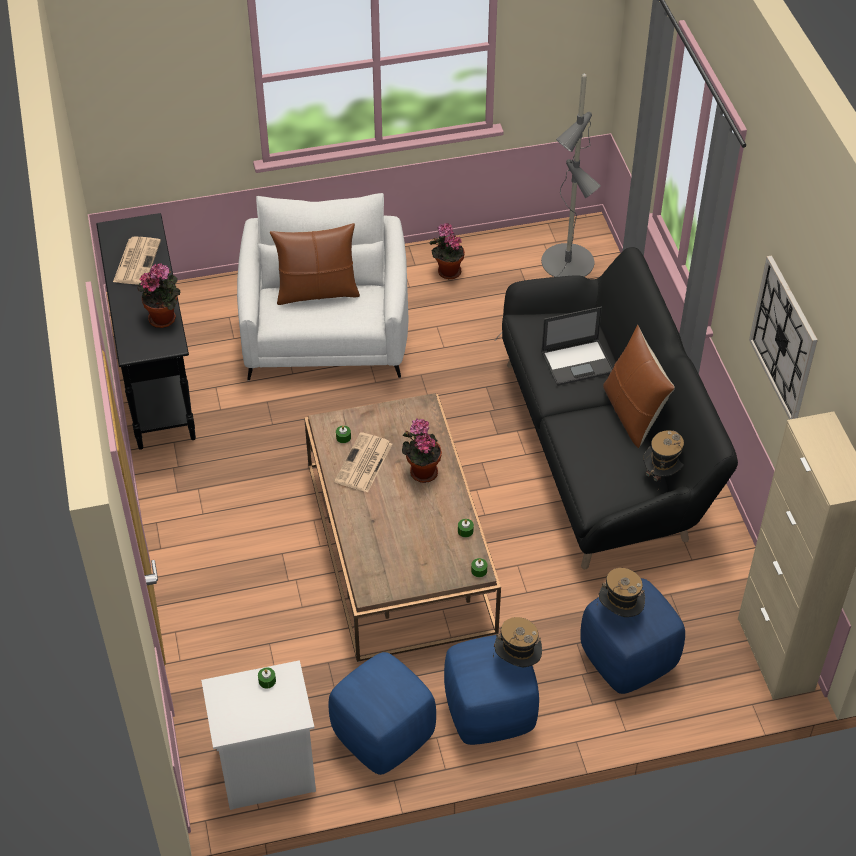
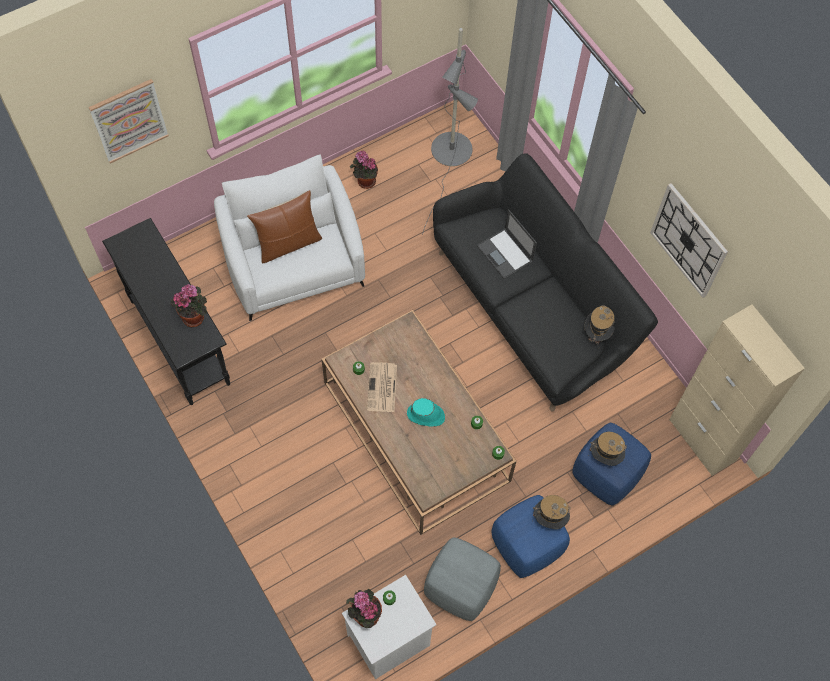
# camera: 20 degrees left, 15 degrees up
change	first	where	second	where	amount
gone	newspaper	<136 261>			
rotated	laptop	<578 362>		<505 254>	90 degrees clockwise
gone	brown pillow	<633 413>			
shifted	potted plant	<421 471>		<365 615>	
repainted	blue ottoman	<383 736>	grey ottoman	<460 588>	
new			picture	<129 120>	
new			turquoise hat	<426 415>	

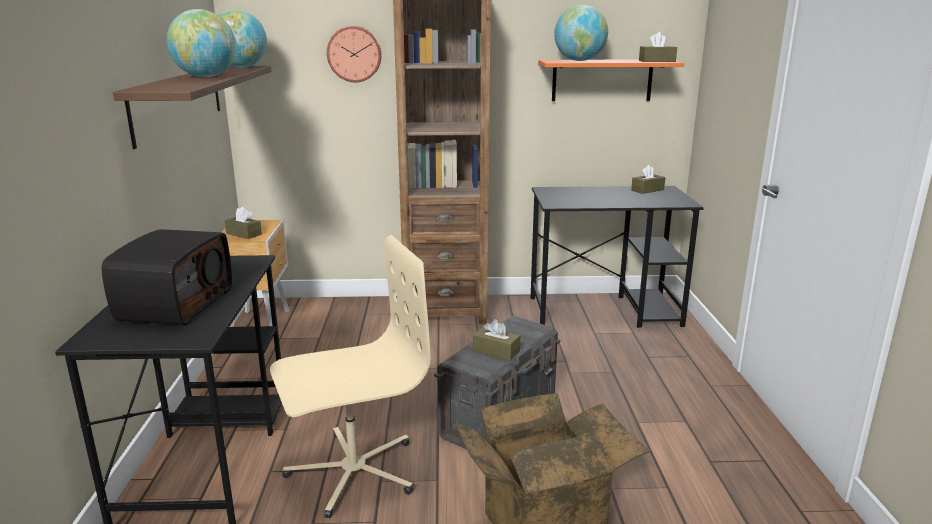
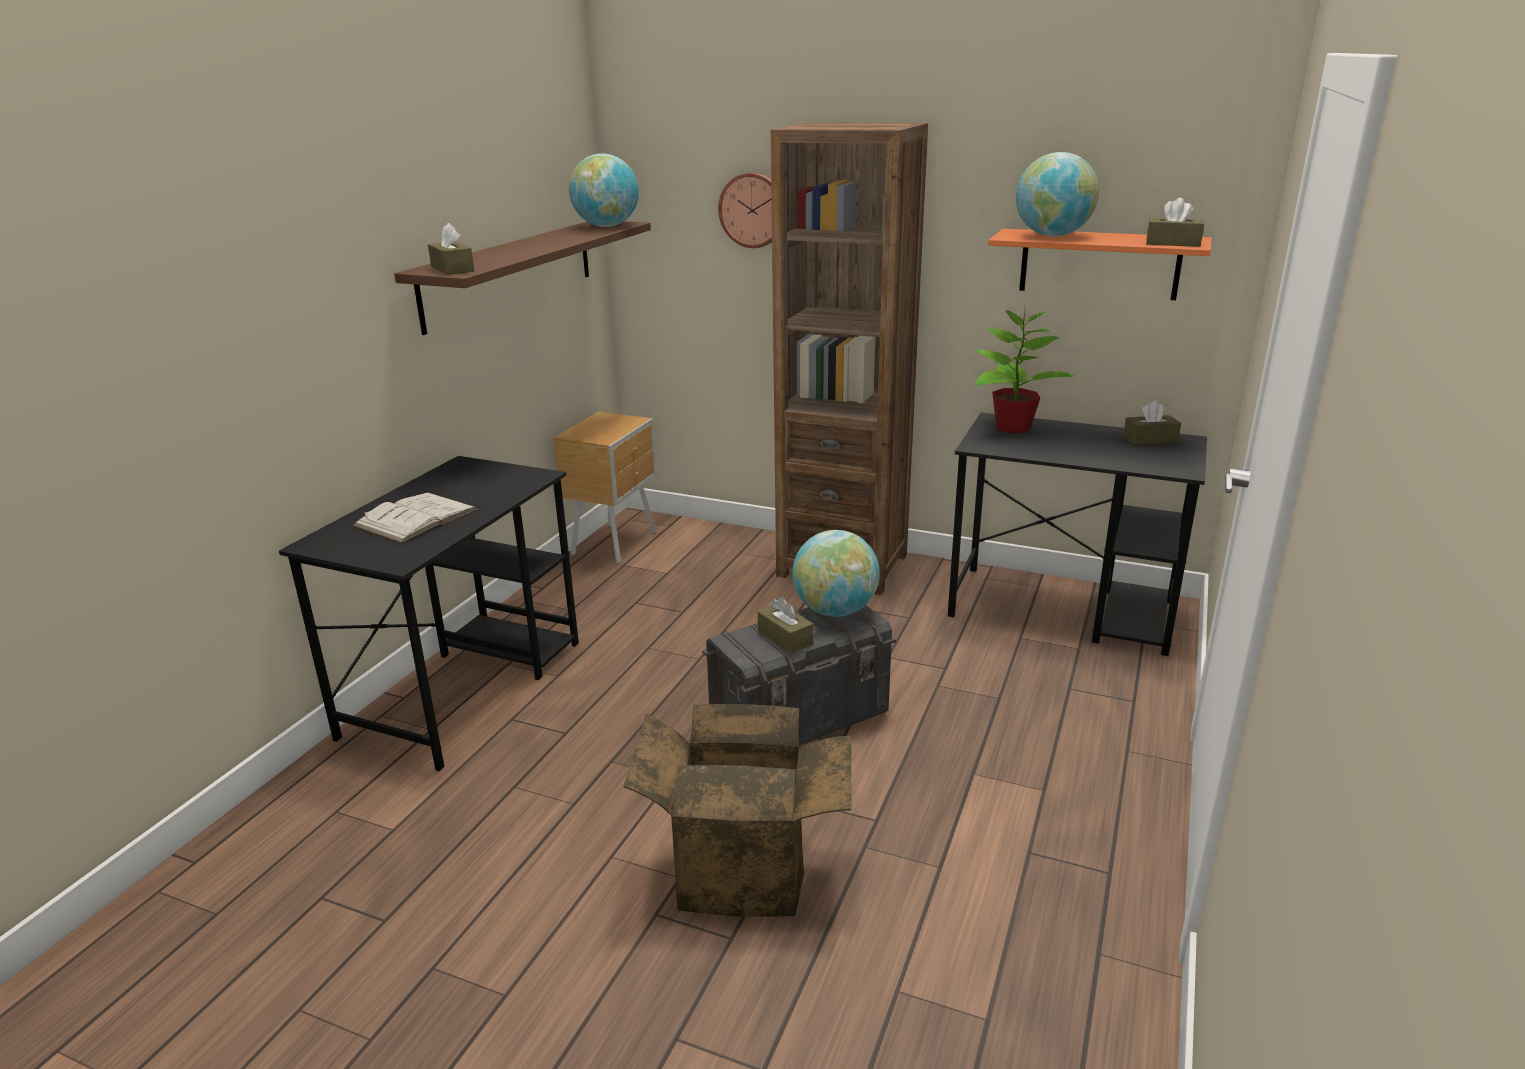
# camera: 25 degrees right, 5 degrees up
change	first	where	second	where	amount
shifted	globe	<206 77>		<835 610>	
shifted	brown tissue box	<244 234>		<452 269>	
swapped	radio	<175 304>	white book	<416 518>	
gone	beige office chair	<352 471>			
new			potted plant	<1011 427>	

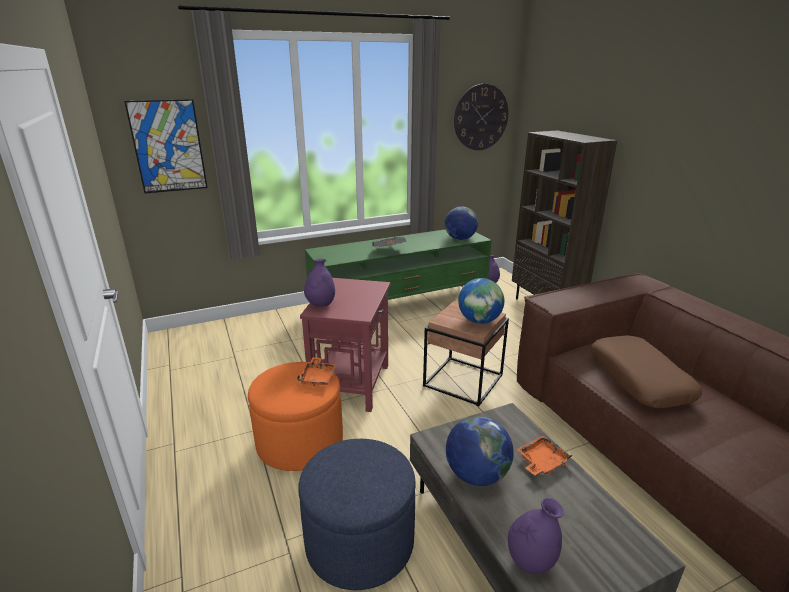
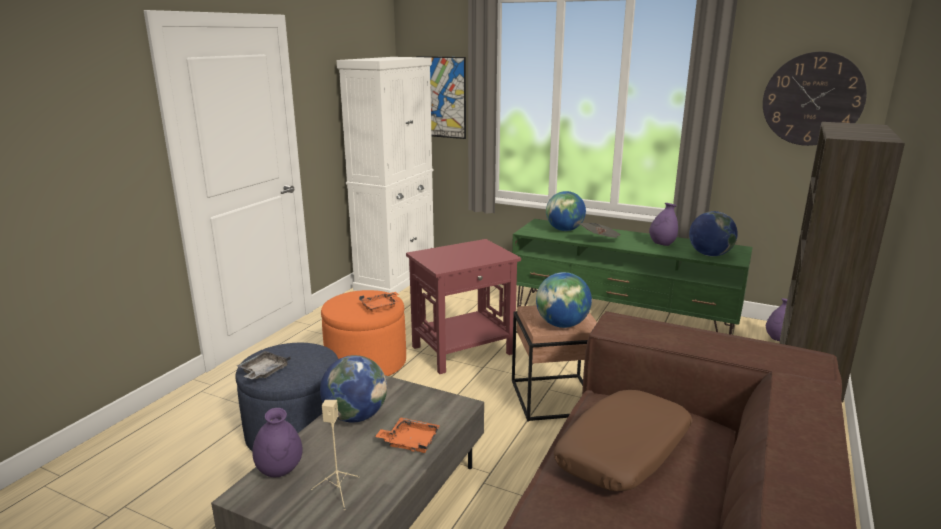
# camera: 50 degrees right, 5 degrees down
change	first	where	second	where	amount
shifted	purple vase	<321 304>		<662 244>	
new			white cabinet	<396 278>	
new			globe	<564 230>	
new			grey tray	<263 372>	
new			beige speaker	<338 491>	

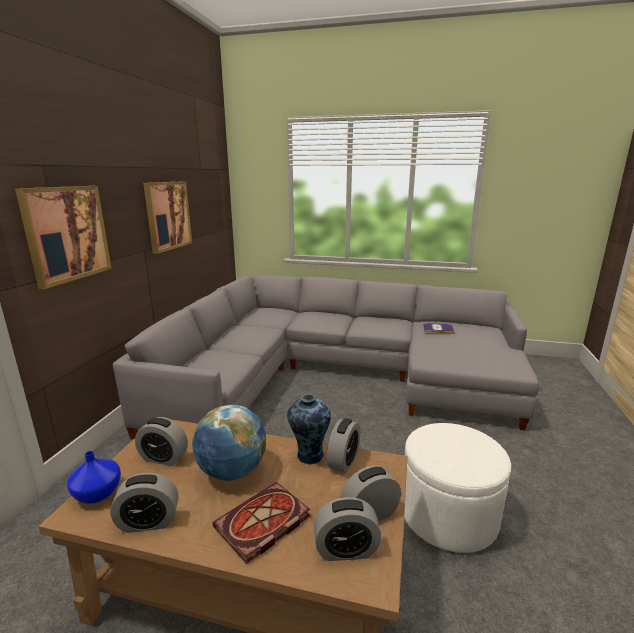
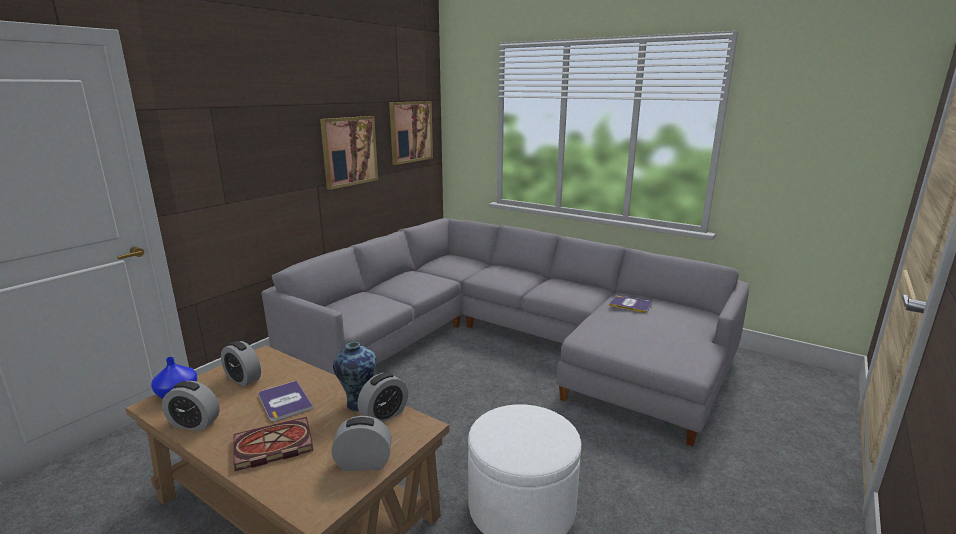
# camera: 20 degrees right, 0 degrees up
change	first	where	second	where	amount
shifted	picture	<67 234>		<410 132>	
swapped	globe	<232 471>	book	<285 401>	
gone	alarm clock	<346 550>			

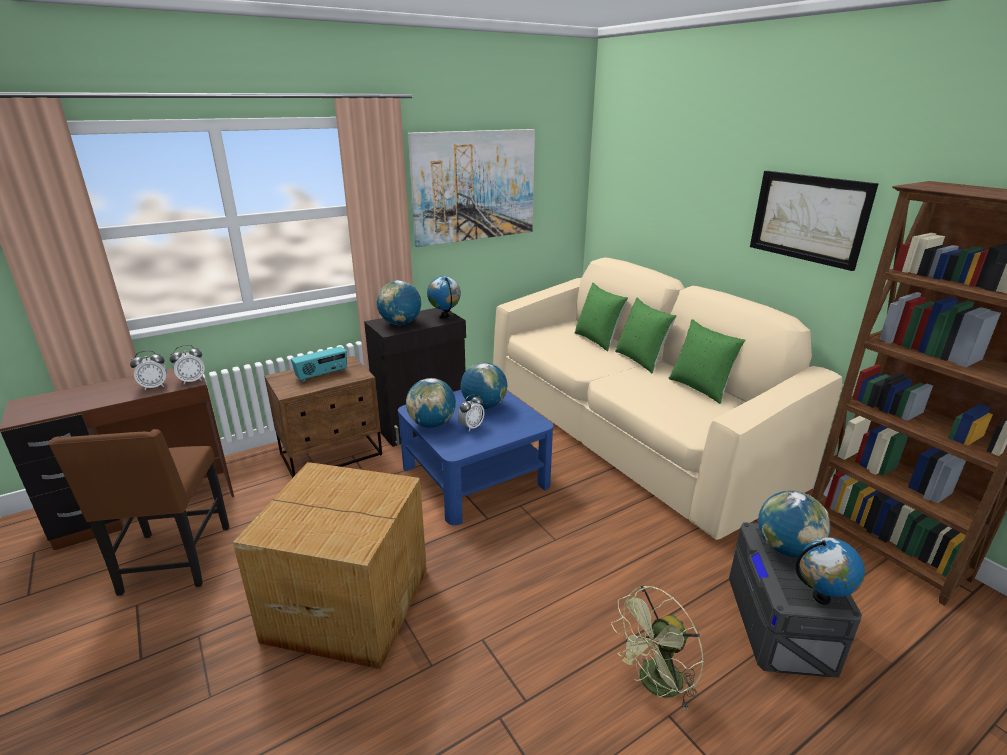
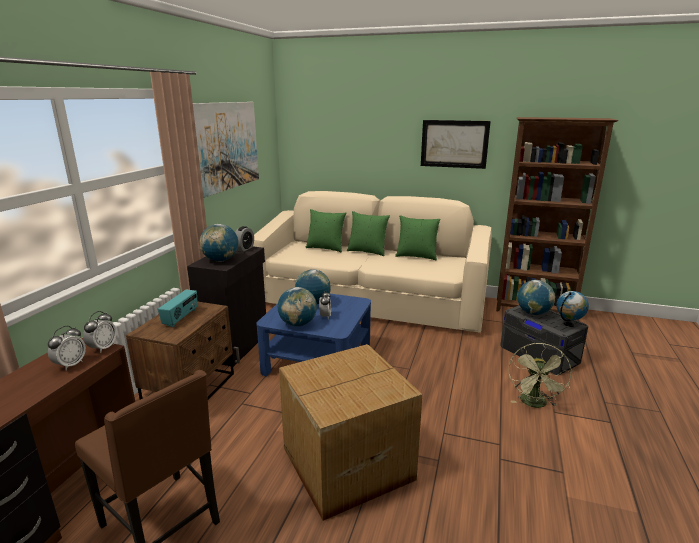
# camera: 40 degrees left, 5 degrees down
change	first	where	second	where	amount
swapped	globe	<445 316>	alarm clock	<244 248>	

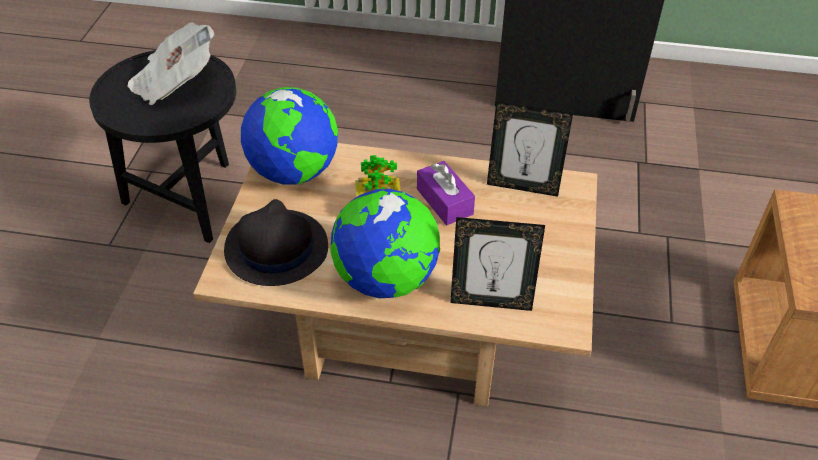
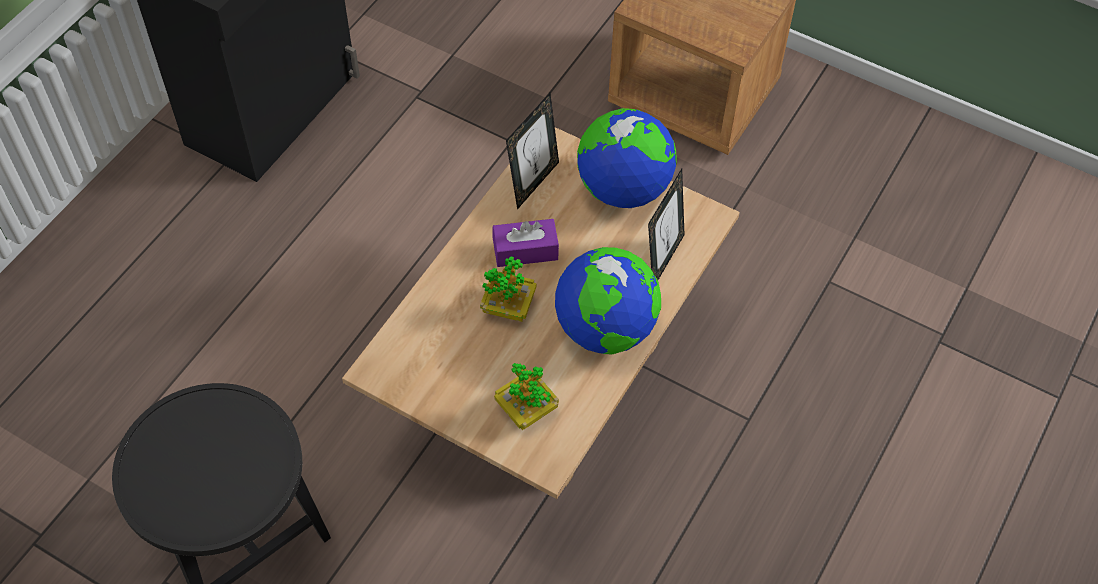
# camera: 70 degrees left, 10 degrees up
change	first	where	second	where	amount
gone	newspaper	<175 83>			
shifted	globe	<294 172>		<623 189>	
swapped	black hat	<275 248>	potted plant	<526 409>	

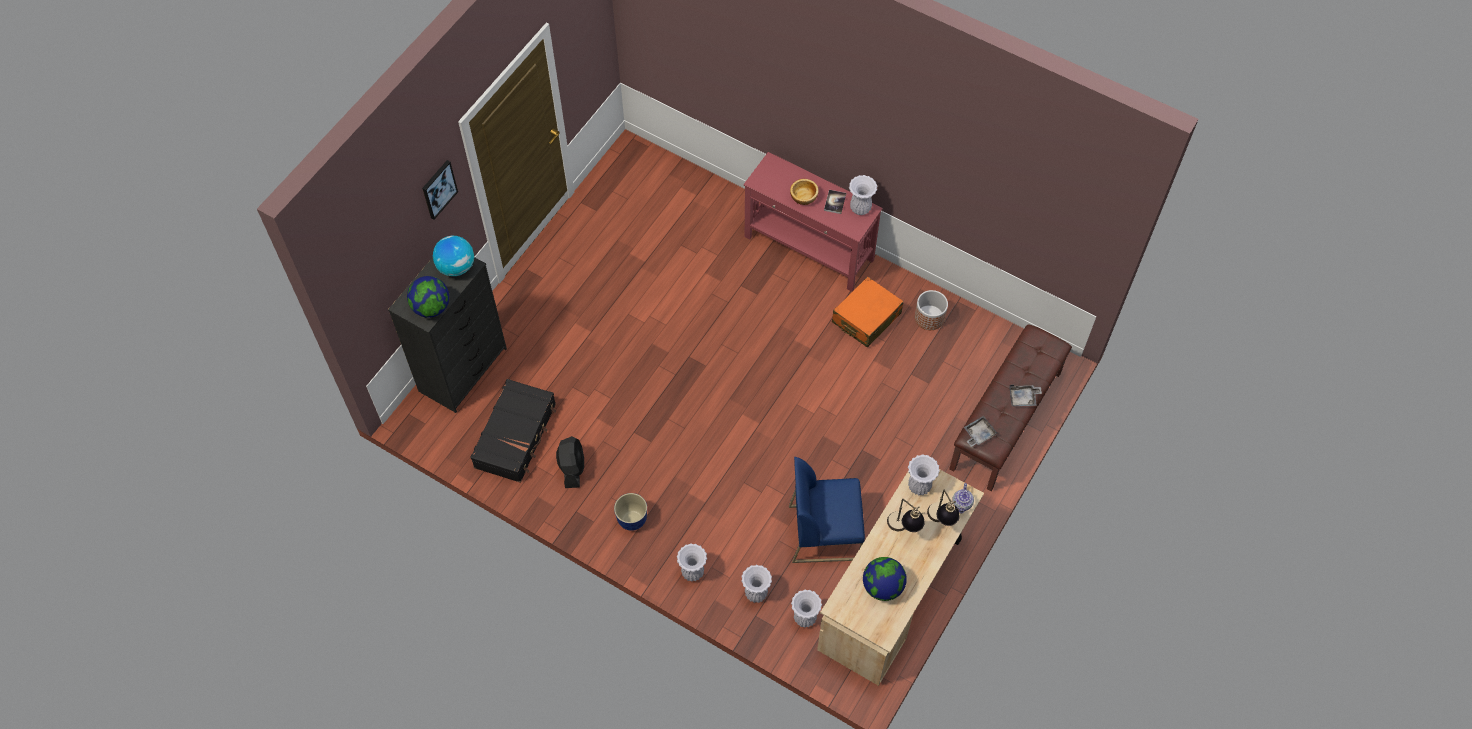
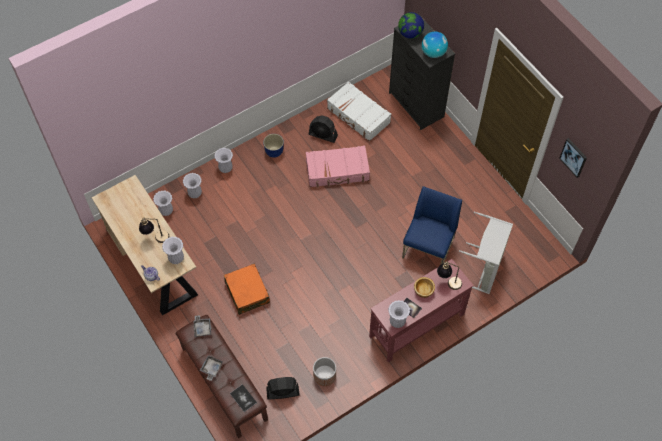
# camera: 115 degrees right, 0 degrees up
change	first	where	second	where	amount
shifted	picture	<438 189>		<573 157>	
shifted	orange suitcase	<866 318>		<247 292>	
repainted	black suitcase	<516 436>	white suitcase	<358 116>	
shifted	blue chair	<824 532>		<428 247>	
shifted	table lamp	<941 521>		<448 282>	
gone	globe	<883 586>			
new			pink suitcase	<337 171>	
new			grey laundry basket	<483 270>	
new			black fan	<282 392>	
new			book	<243 398>	

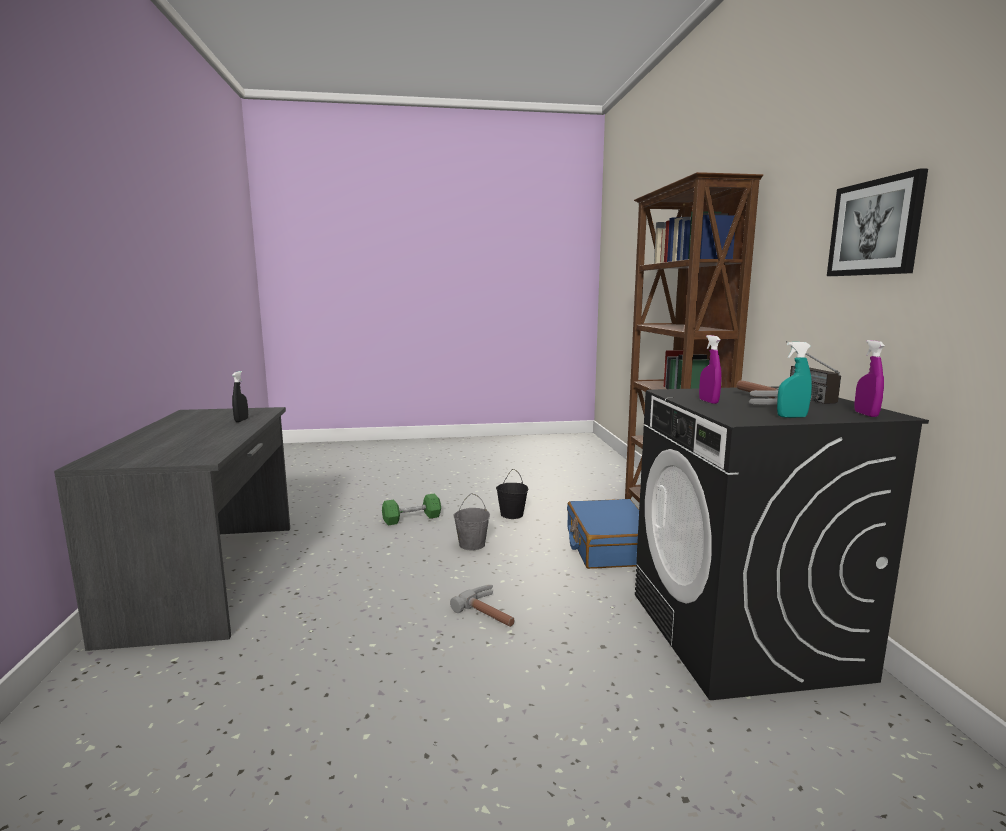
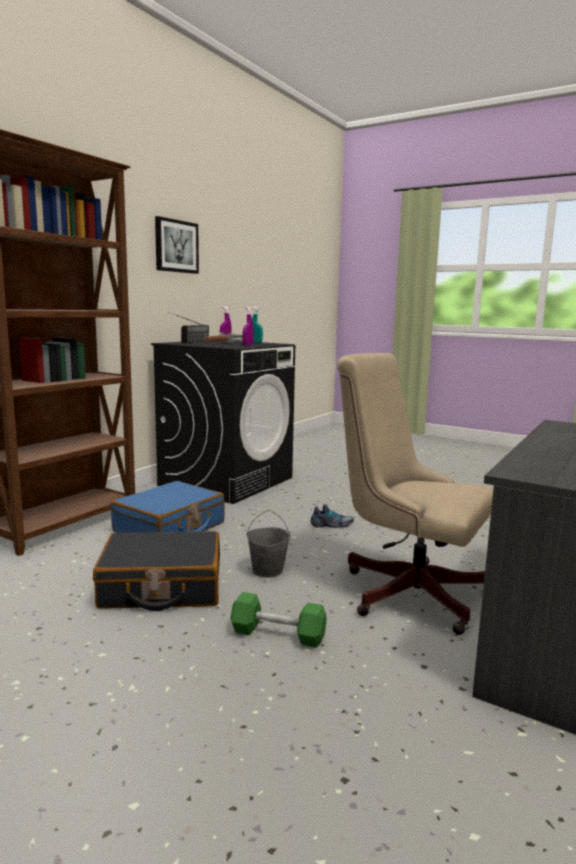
# camera: 140 degrees left, 0 degrees up
change	first	where	second	where	amount
gone	black spray bottle	<241 420>			
swapped	black bucket	<512 515>	black suitcase	<161 587>	
swapped	hammer	<491 612>	shoe	<332 525>	
new			beige office chair	<406 590>	

